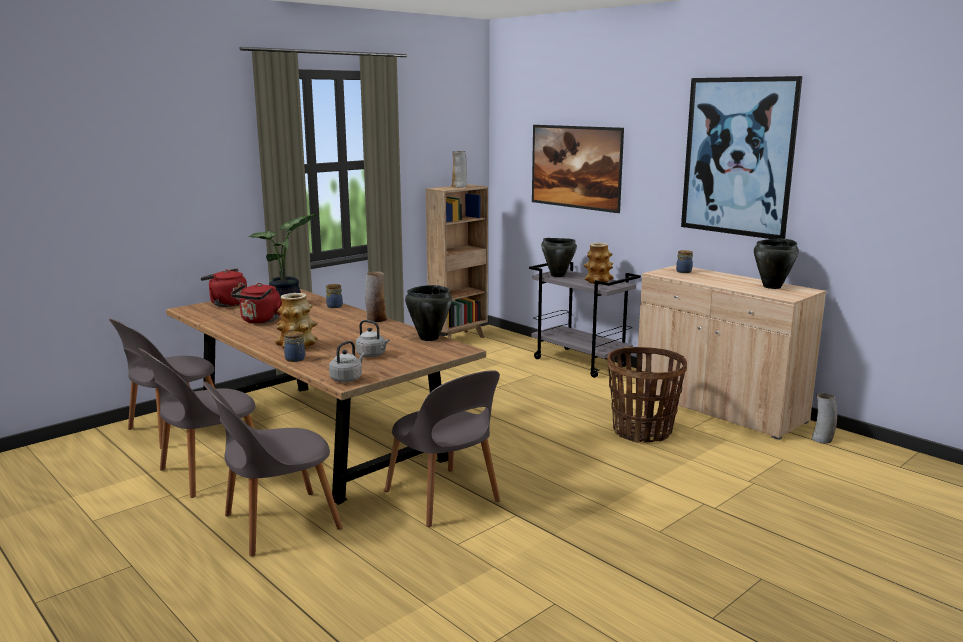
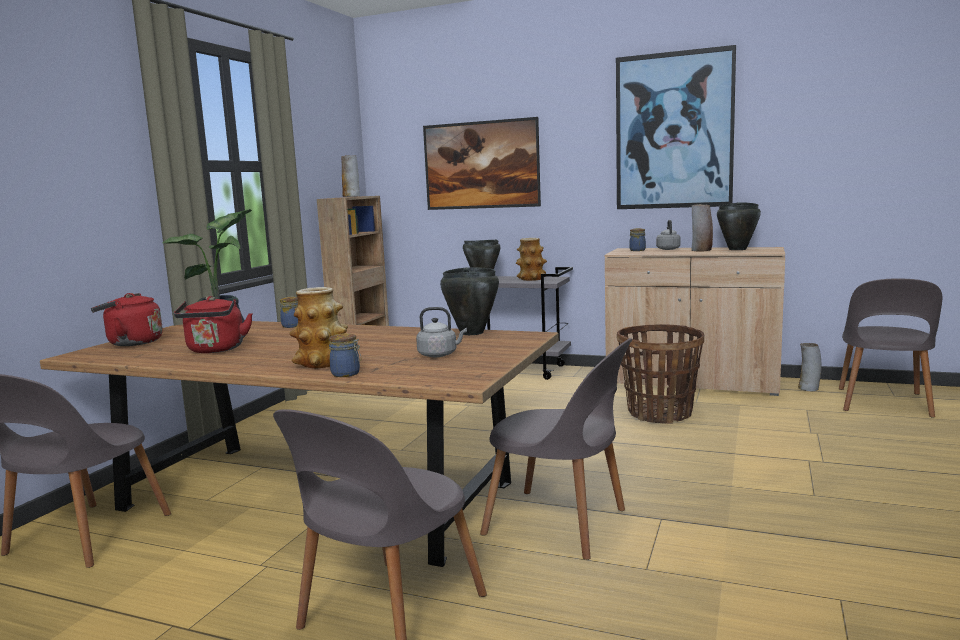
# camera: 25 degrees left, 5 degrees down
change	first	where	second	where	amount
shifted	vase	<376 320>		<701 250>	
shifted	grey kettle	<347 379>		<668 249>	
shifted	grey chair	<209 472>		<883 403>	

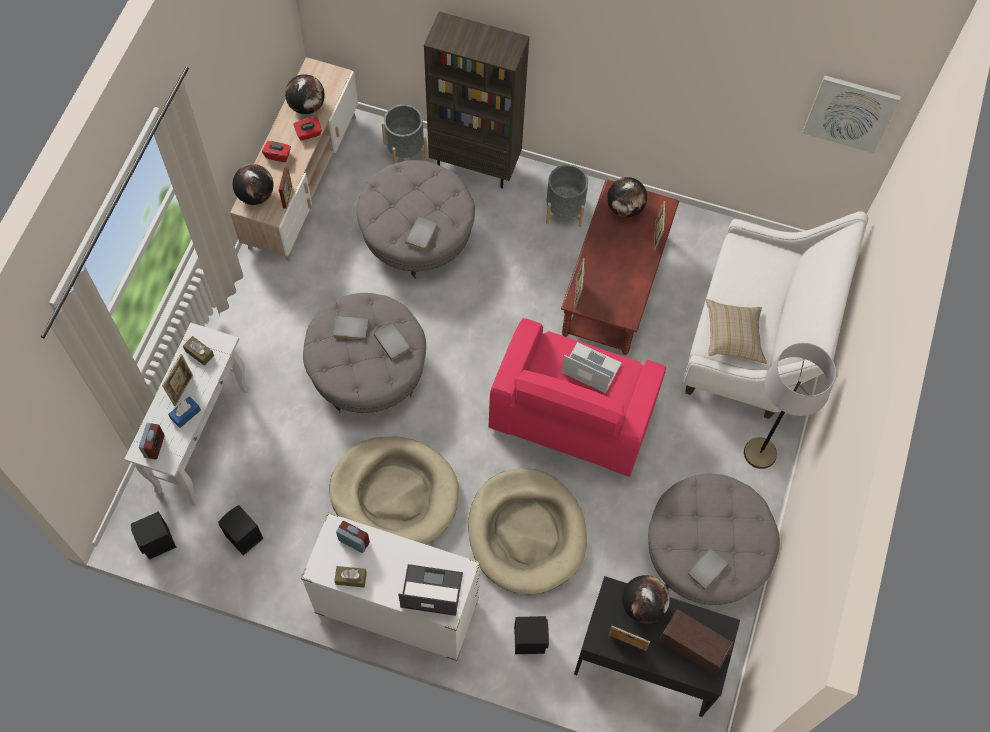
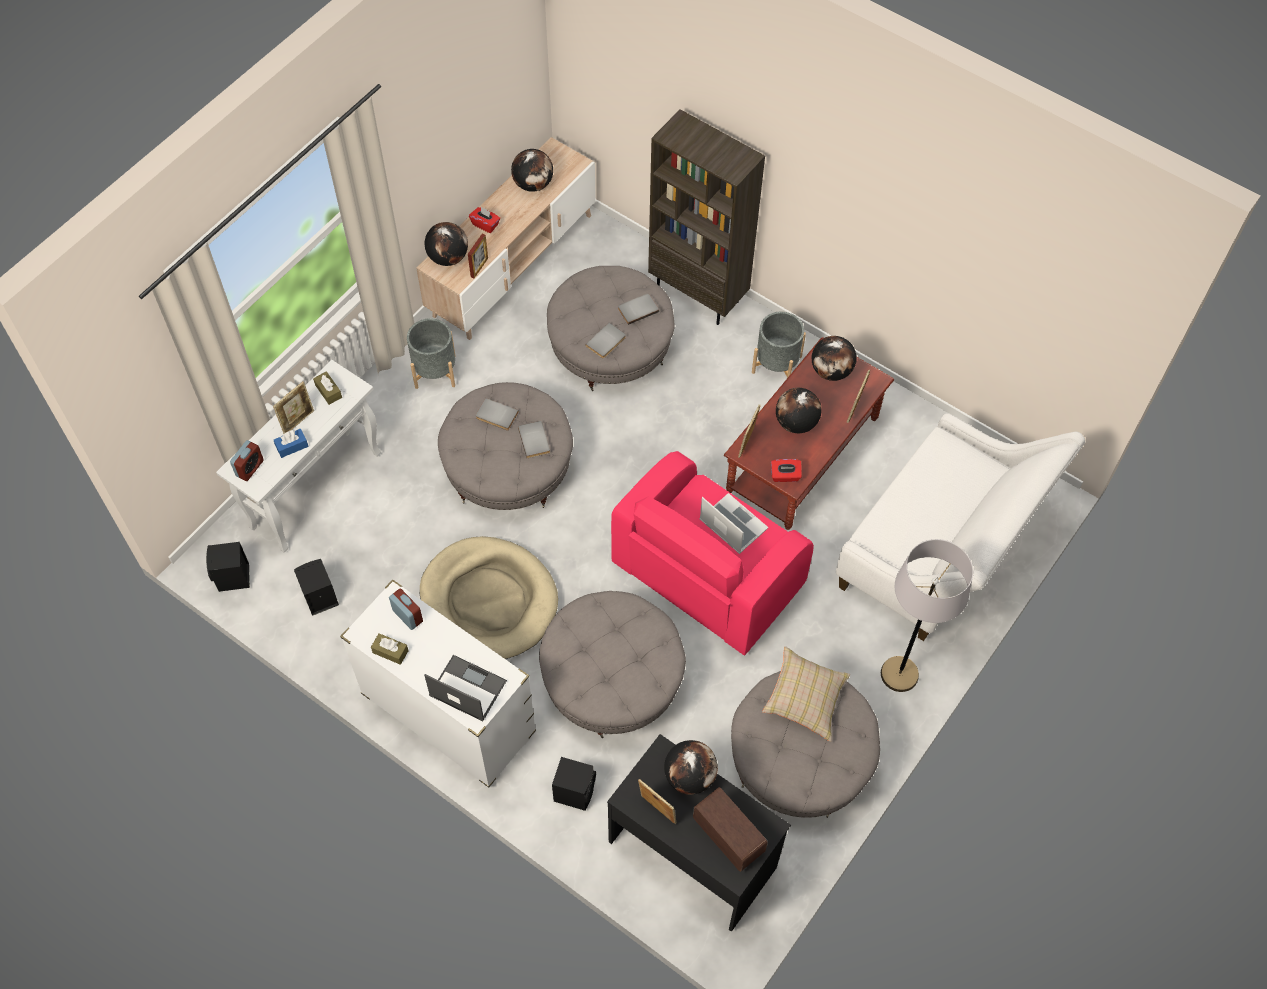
# camera: 20 degrees right, 5 degrees down
change	first	where	second	where	amount
gone	picture	<850 113>			
shifted	grey planter	<405 151>		<435 371>	
shifted	red tissue box	<309 133>		<785 476>	
shifted	beige pillow	<733 337>		<805 699>	
swapped	beige dog bed	<526 532>	grey ottoman	<612 681>	
shifted	grey book	<706 568>		<637 309>	
new			globe	<796 423>	

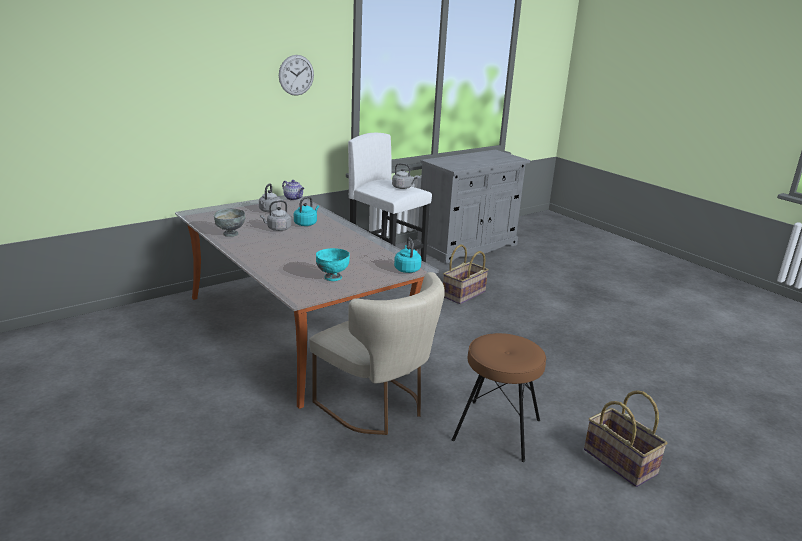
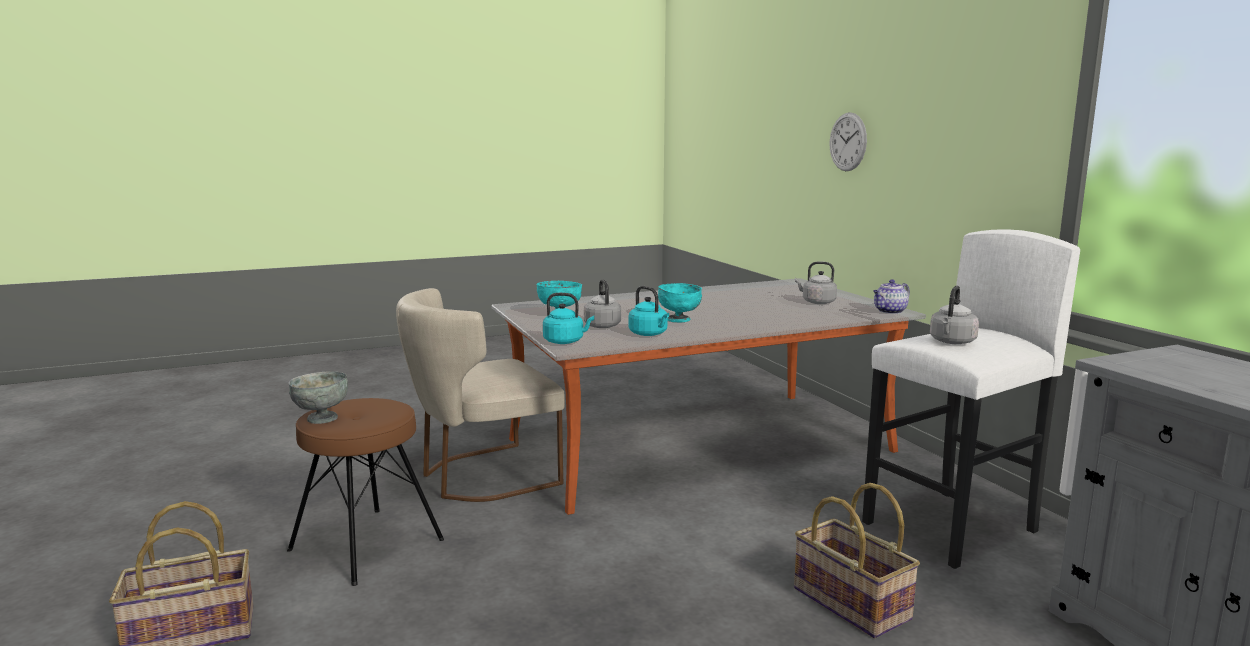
# camera: 105 degrees right, 10 degrees down
change	first	where	second	where	amount
shifted	wall clock	<296 75>		<848 142>	
shifted	turquoise kettle	<306 224>		<649 334>	
shifted	grey kettle	<277 229>		<602 325>	
shifted	grey bowl	<230 234>		<321 419>	
new			turquoise bowl	<679 320>	

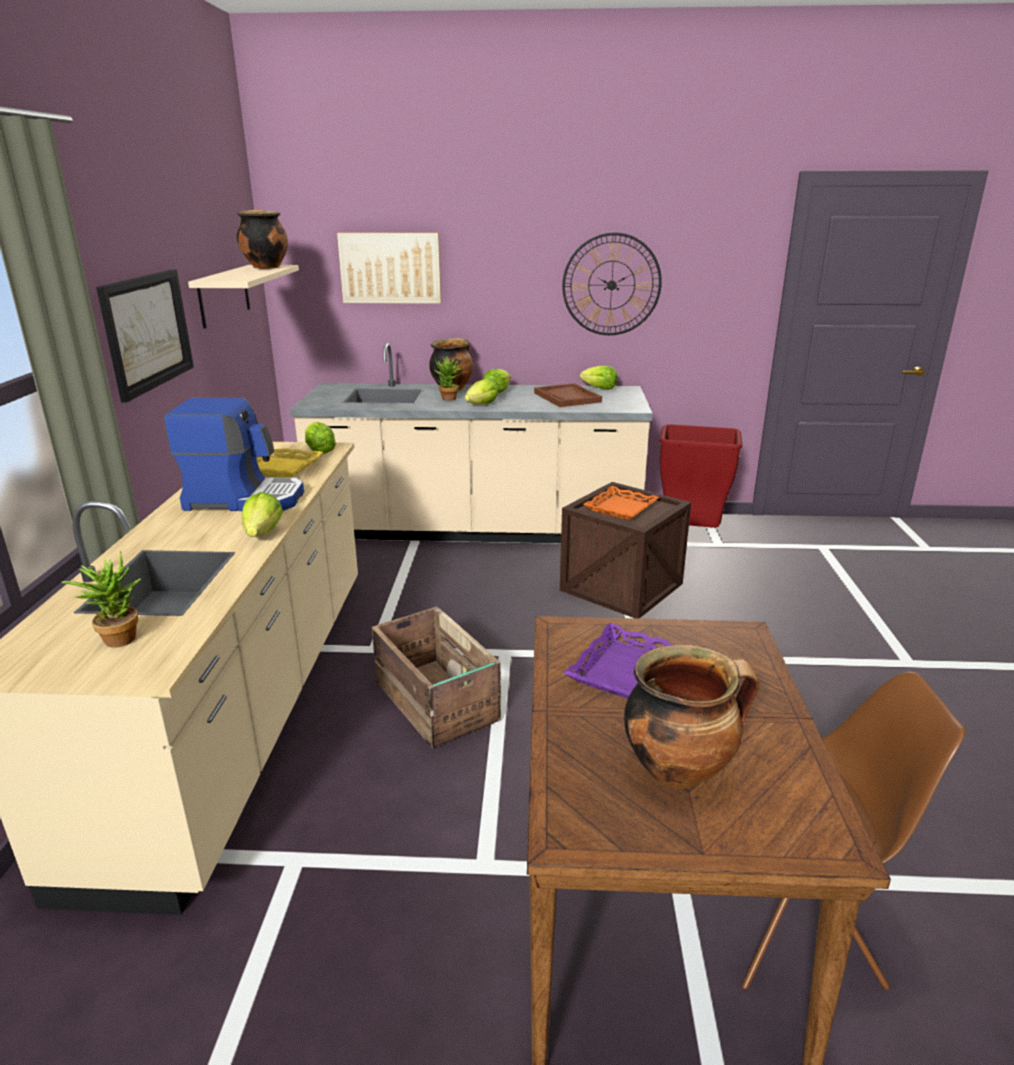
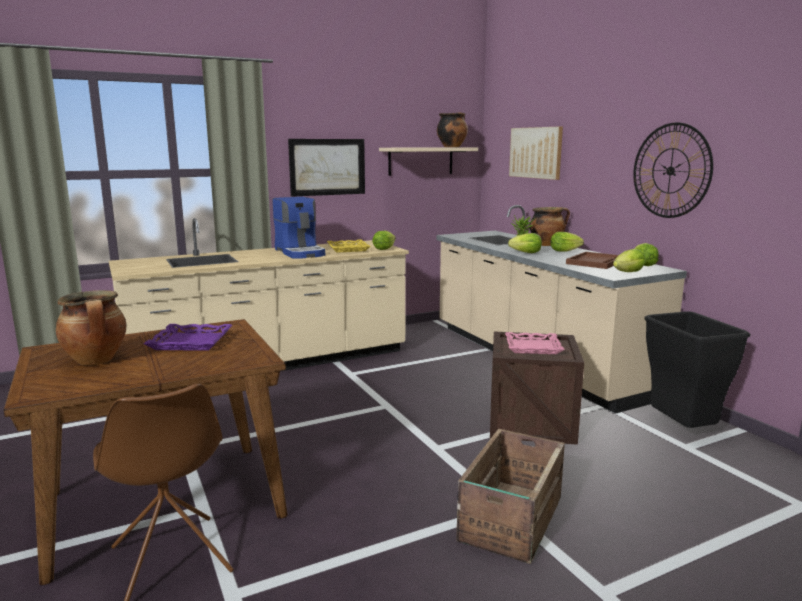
# camera: 60 degrees right, 10 degrees down
change	first	where	second	where	amount
repainted	red trash can	<691 534>	black trash can	<682 431>	
repainted	orange tray	<621 508>	pink tray	<533 347>	
shifted	lettuce	<263 533>		<628 272>	
gone	potted plant	<117 637>			
shifted	crate	<436 702>		<510 519>	

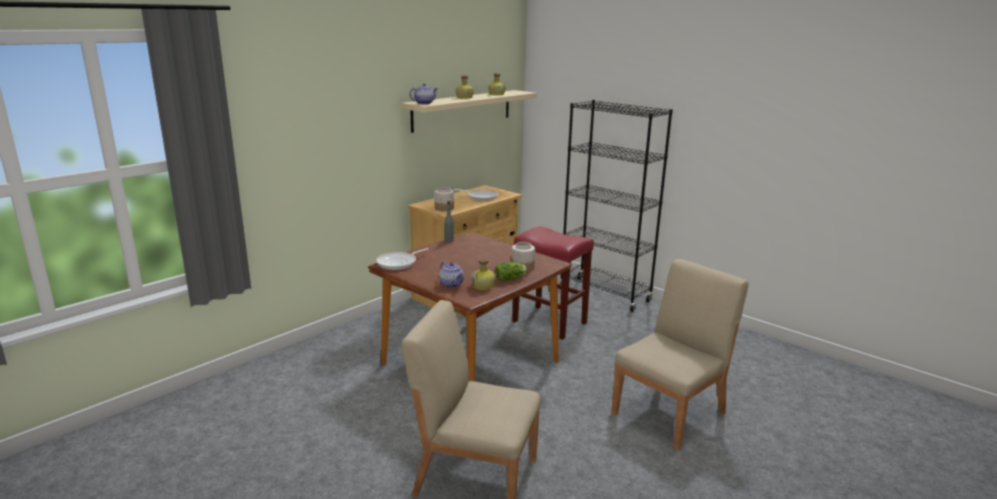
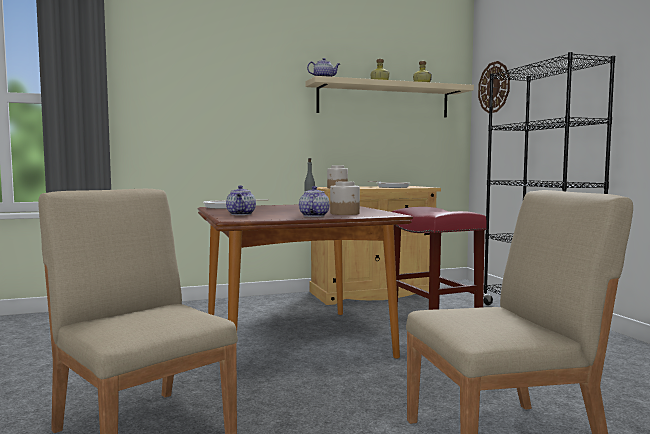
# camera: 30 degrees right, 15 degrees down
change	first	where	second	where	amount
gone	bottle	<484 286>			
swapped	lettuce	<511 278>	teapot	<313 216>	
new			wall clock	<494 87>	

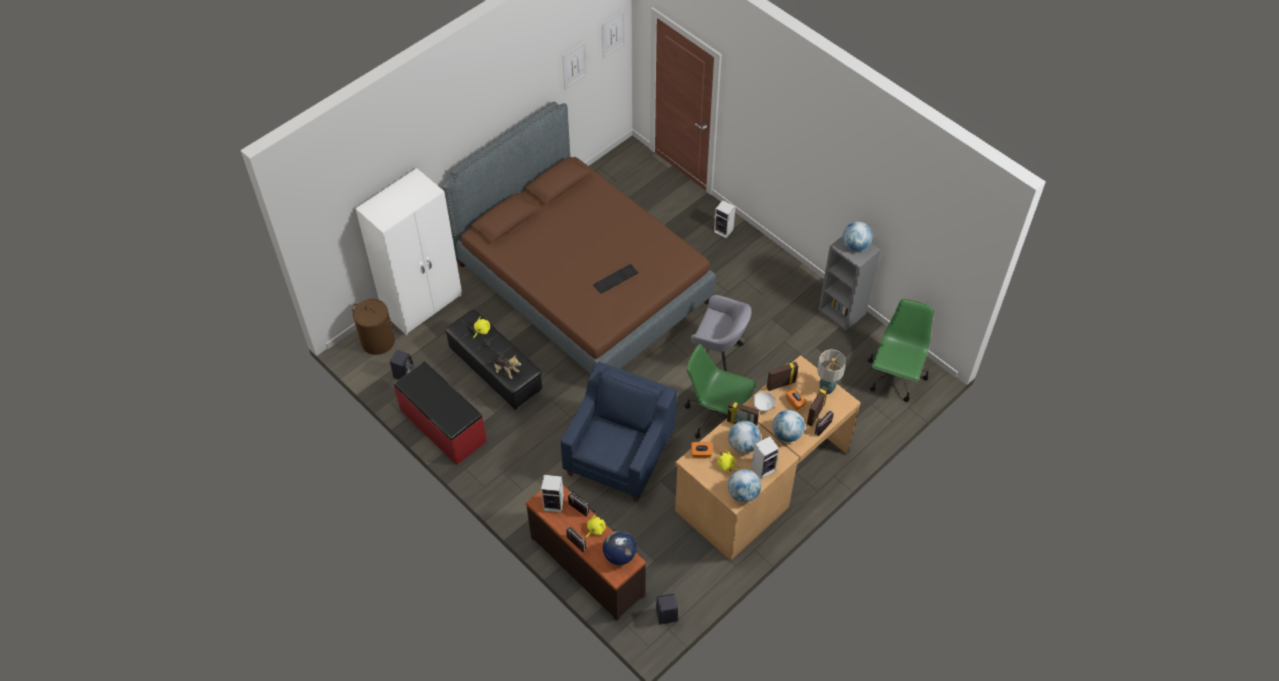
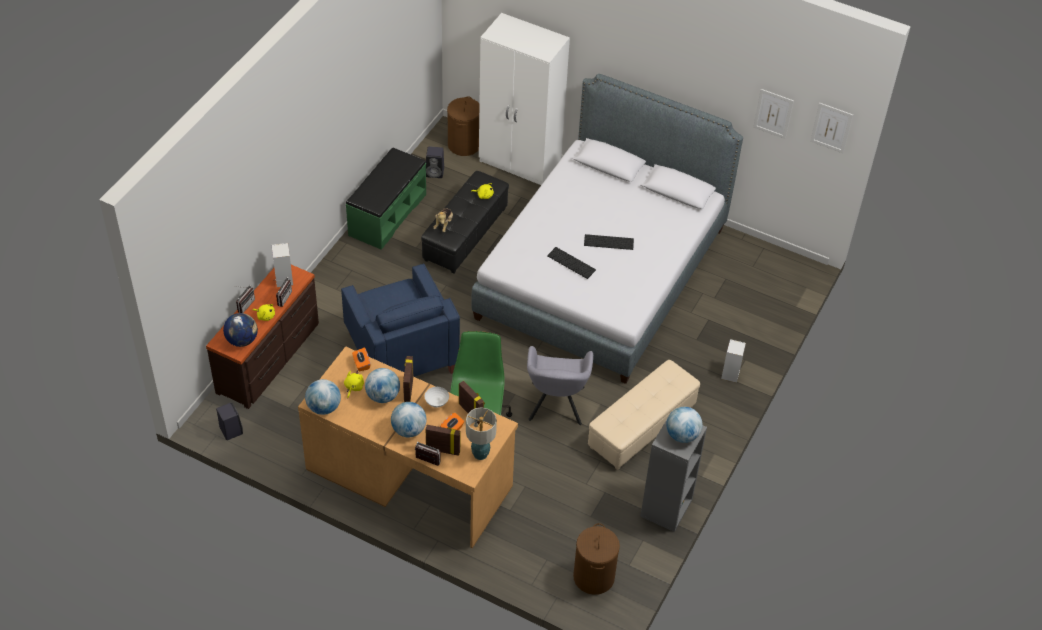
# camera: 70 degrees right, 5 degrees down
change	first	where	second	where	amount
repainted	brown bed	<582 282>	grey bed	<601 272>	
swapped	green office chair	<895 377>	brown laundry basket	<594 577>	
repainted	red bench	<442 426>	green bench	<387 214>	
rotated	blue armchair	<620 455>		<401 352>	60 degrees clockwise
gone	speaker	<764 468>			
new			keyboard	<609 241>	
new			beige ottoman	<642 427>	

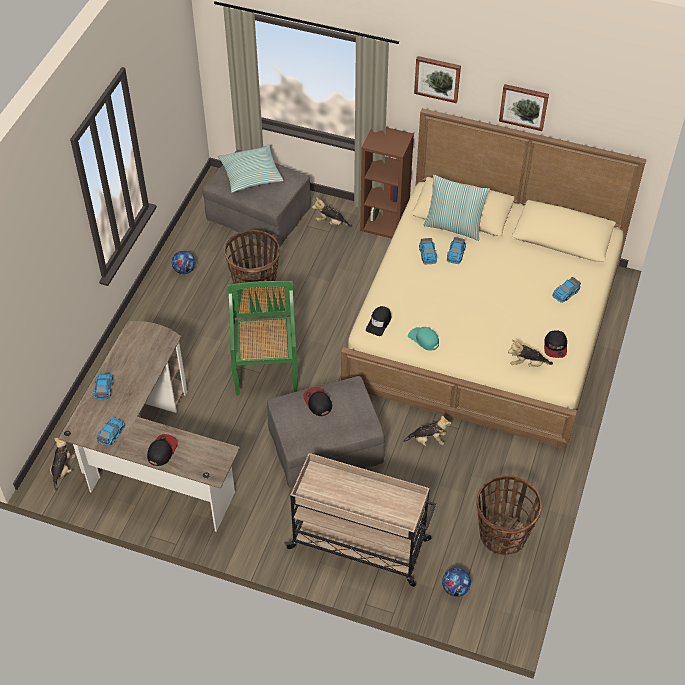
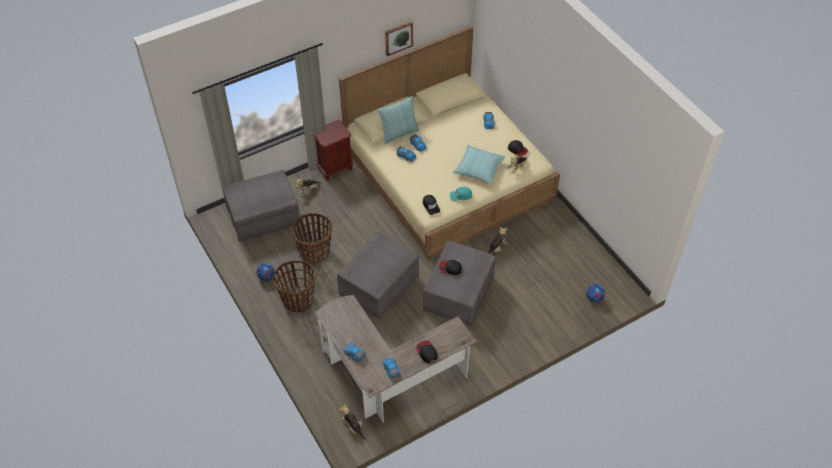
# camera: 50 degrees left, 0 degrees up
change	first	where	second	where	amount
gone	picture	<437 78>			
swapped	brown bookcase	<385 223>	brown nightstand	<334 167>	
shifted	pillow	<251 174>		<479 168>	
swapped	green chair	<265 368>	grey ottoman	<379 285>	
gone	beige cart	<360 544>			
shifted	basket	<502 535>		<298 300>	

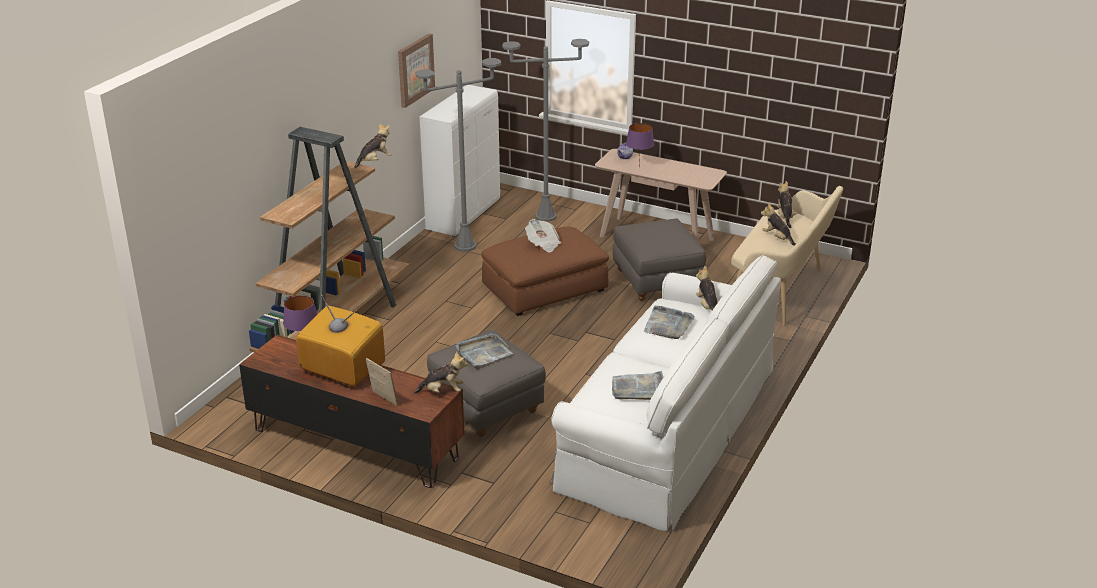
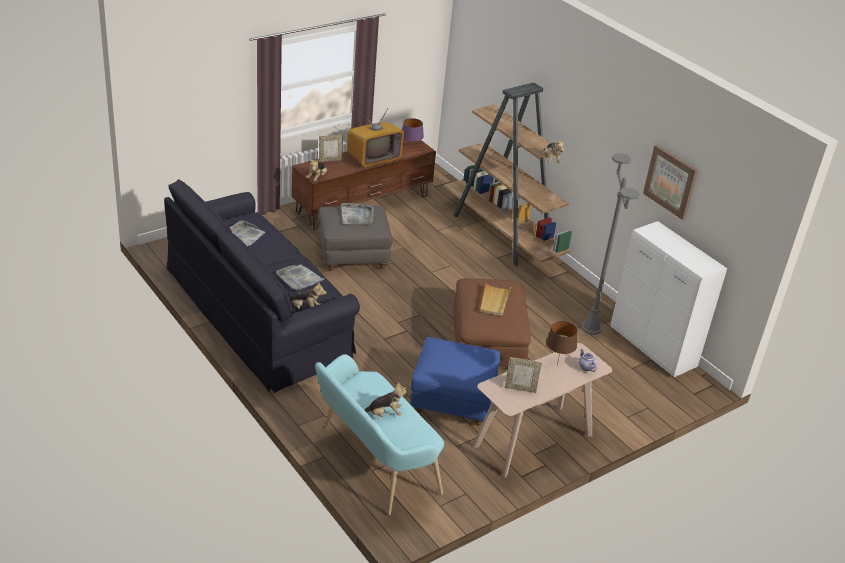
# camera: 115 degrees right, 5 degrees up
change	first	where	second	where	amount
gone	grey floor lamp	<545 216>			
repainted	purple table lamp	<638 167>	brown table lamp	<557 365>	
gone	plush toy	<785 217>			
repainted	beige bench	<781 292>	turquoise bench	<373 464>	
repainted	grey ottoman	<657 281>	blue ottoman	<452 401>	
swapped	newspaper	<543 244>	beige tray	<494 301>	
repainted	white sofa	<668 427>	black sofa	<258 312>	
new			picture frame	<520 388>	

